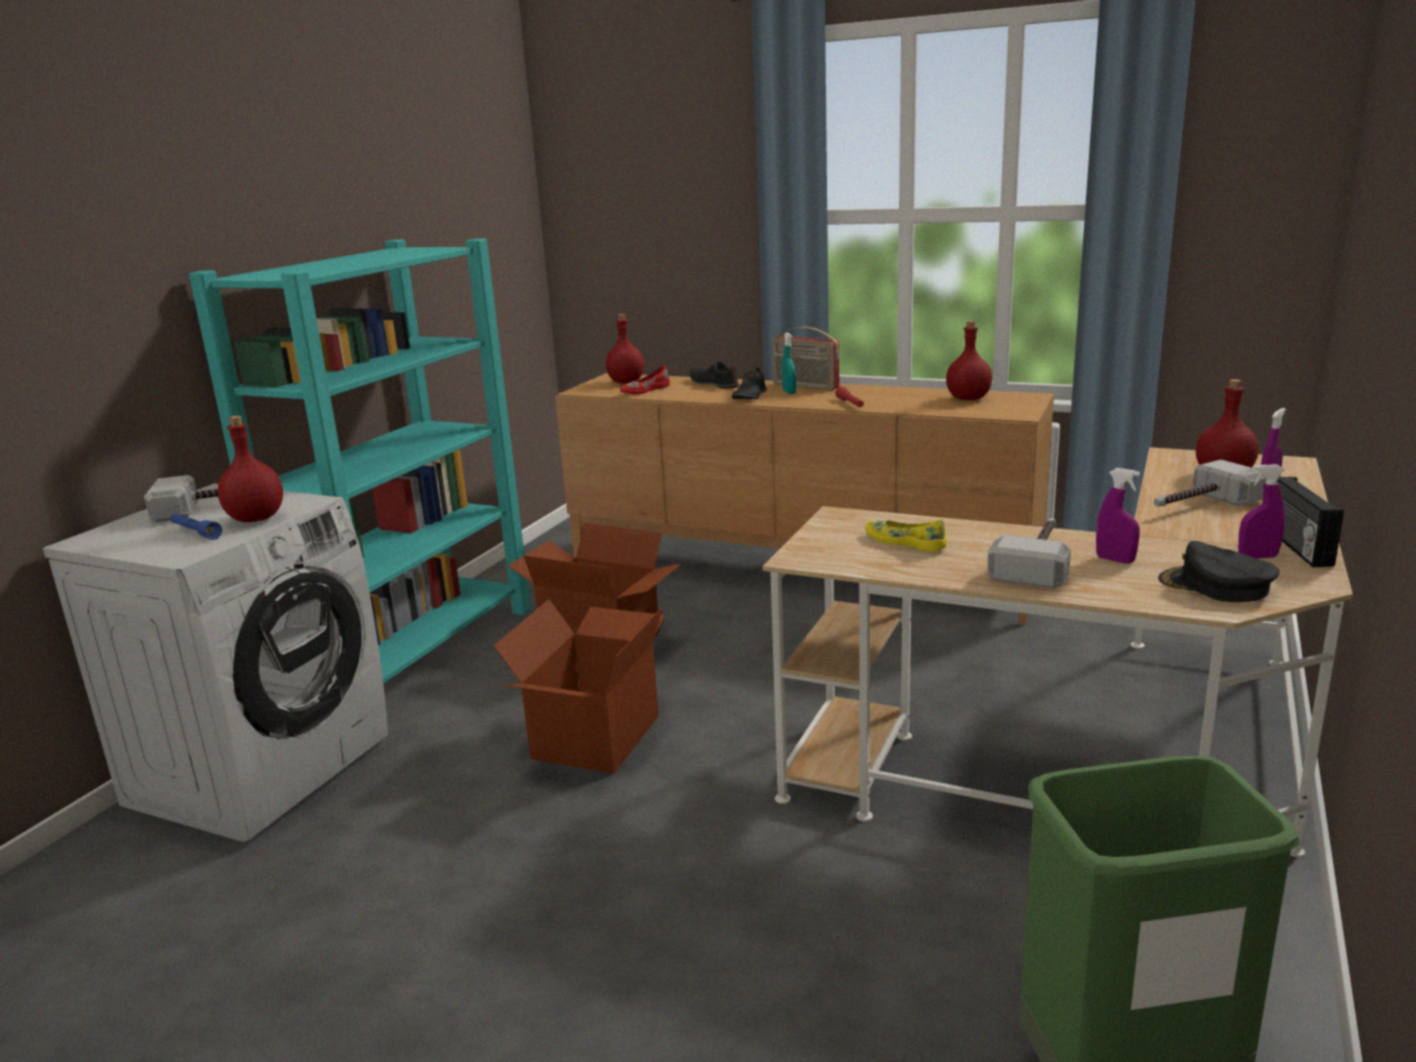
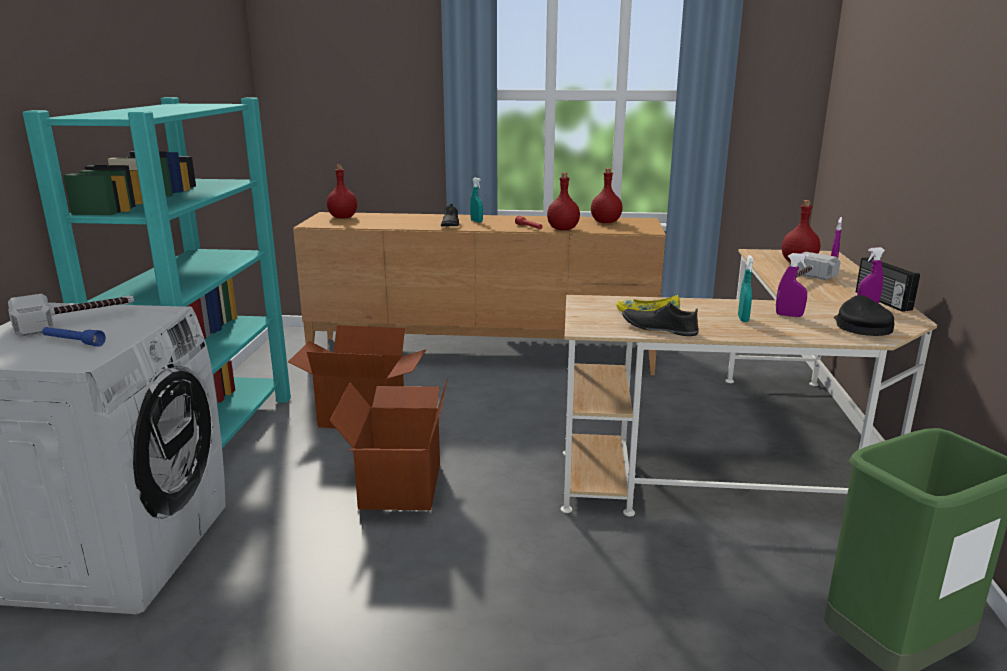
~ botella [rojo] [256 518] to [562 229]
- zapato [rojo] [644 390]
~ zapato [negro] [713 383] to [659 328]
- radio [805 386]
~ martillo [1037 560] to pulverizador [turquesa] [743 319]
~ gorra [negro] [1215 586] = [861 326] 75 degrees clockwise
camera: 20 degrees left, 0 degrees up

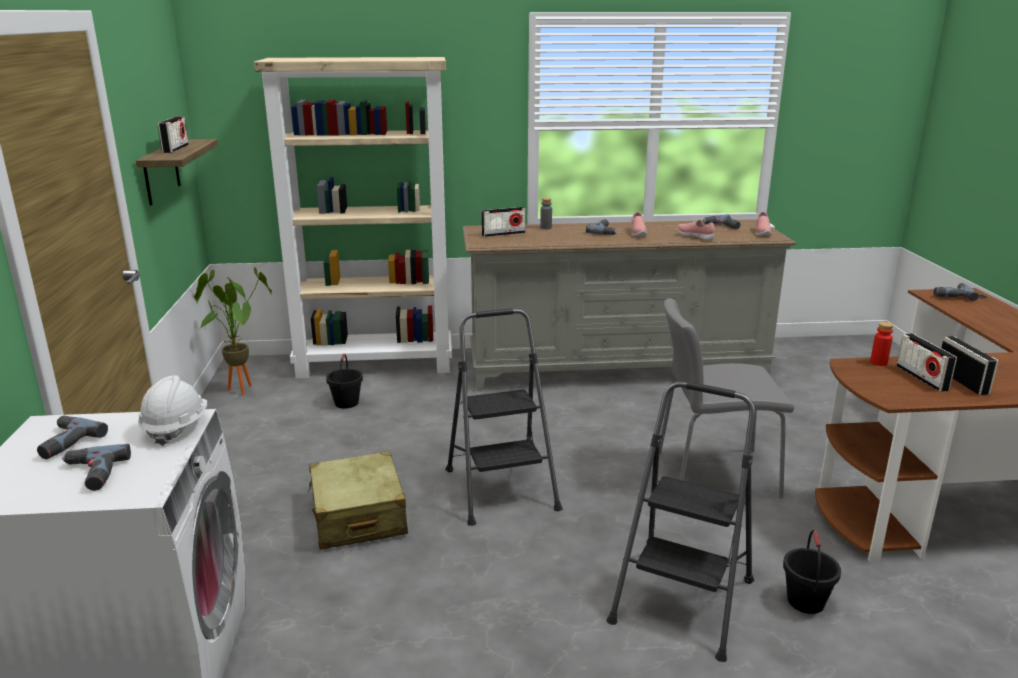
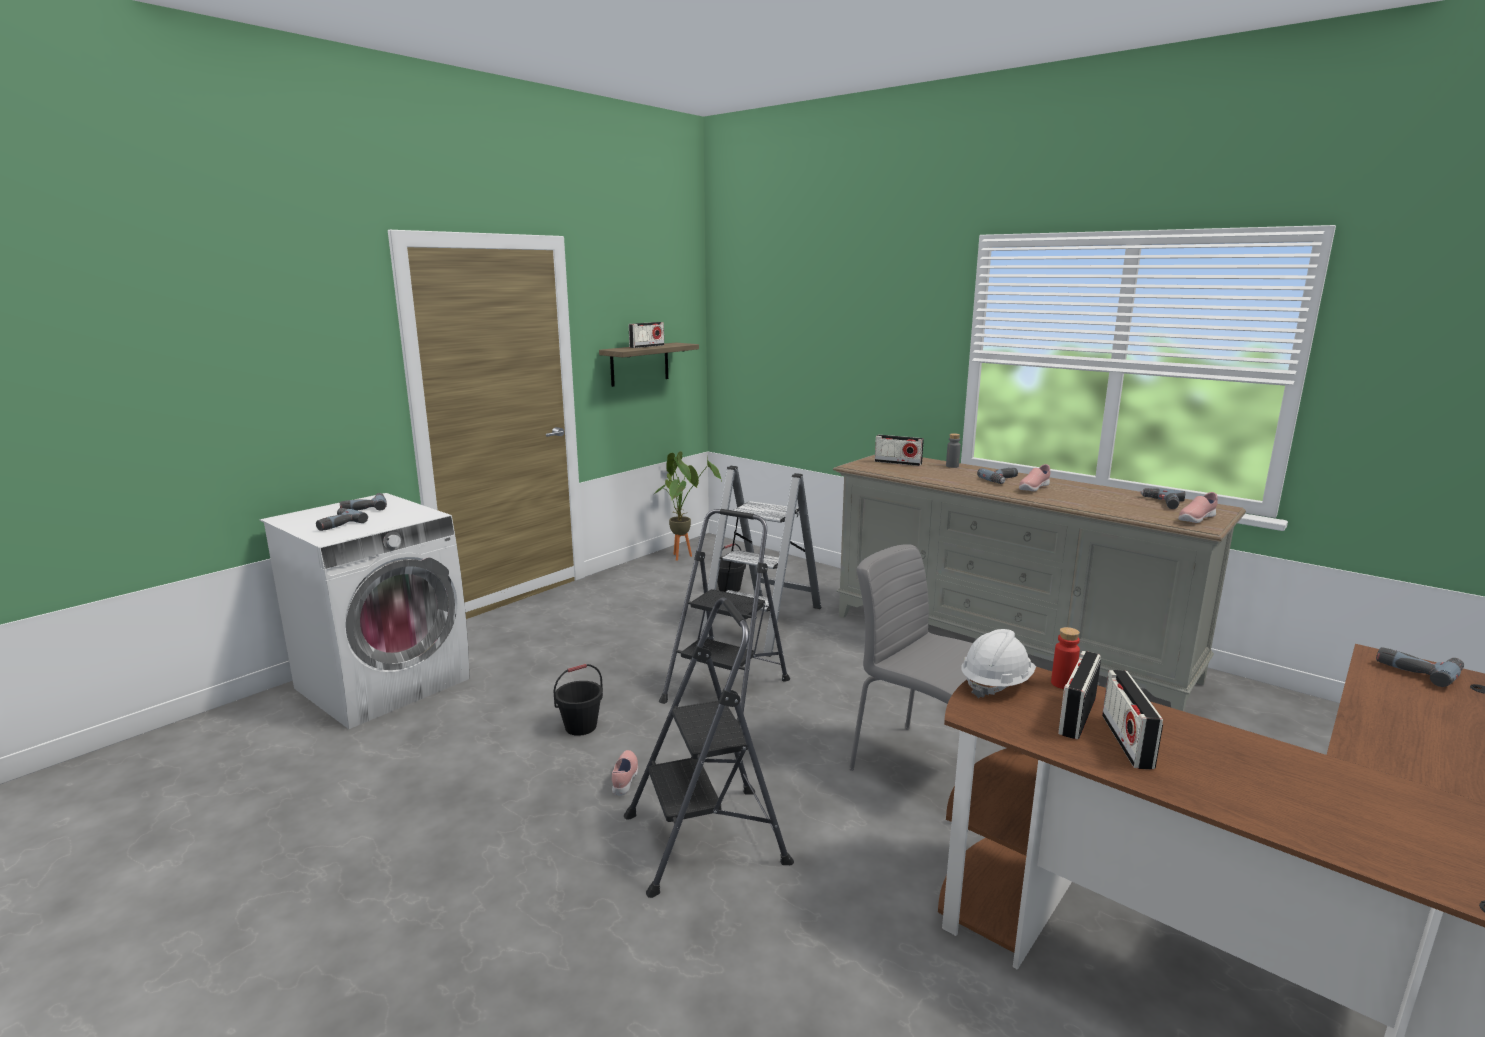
~ casco [blanco] [175 428] to [996 684]
- estantería [beis] [376 364]
- maleta [beis] [358 516]
~ zapato [rosa] [695 237] to [625 779]
~ cubo [negro] [805 601] to [581 726]
~ radio [962 381] = [1126 741] 150 degrees clockwise
+ escalera de tijera [gris] [764 622]
camera: 45 degrees right, 5 degrees down

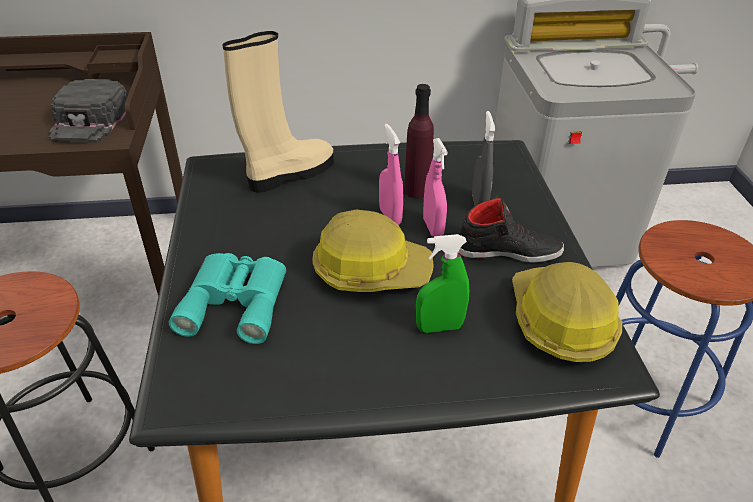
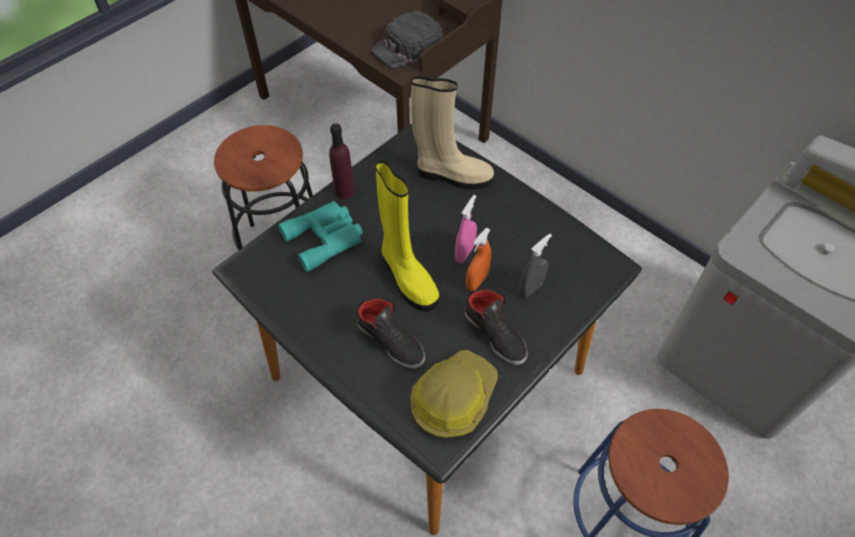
~ casco [371 270] to bota [amarillo] [407 277]
~ botella [morado] [417 191] to [344 191]
~ pulverizador [verde] [439 327] to zapato [negro] [391 341]
~ pulverizador [rosa] [433 228] to pulverizador [naranja] [477 281]
camera: 50 degrees right, 15 degrees up

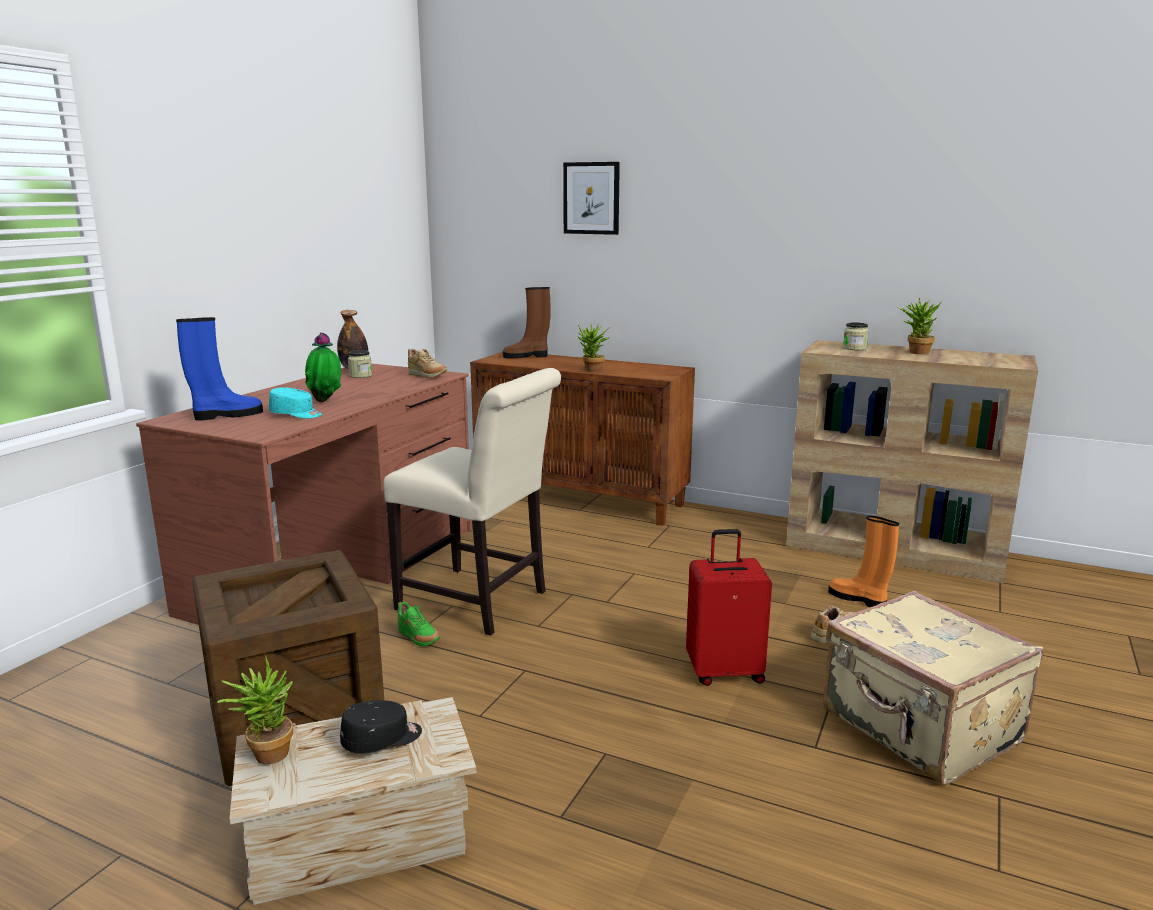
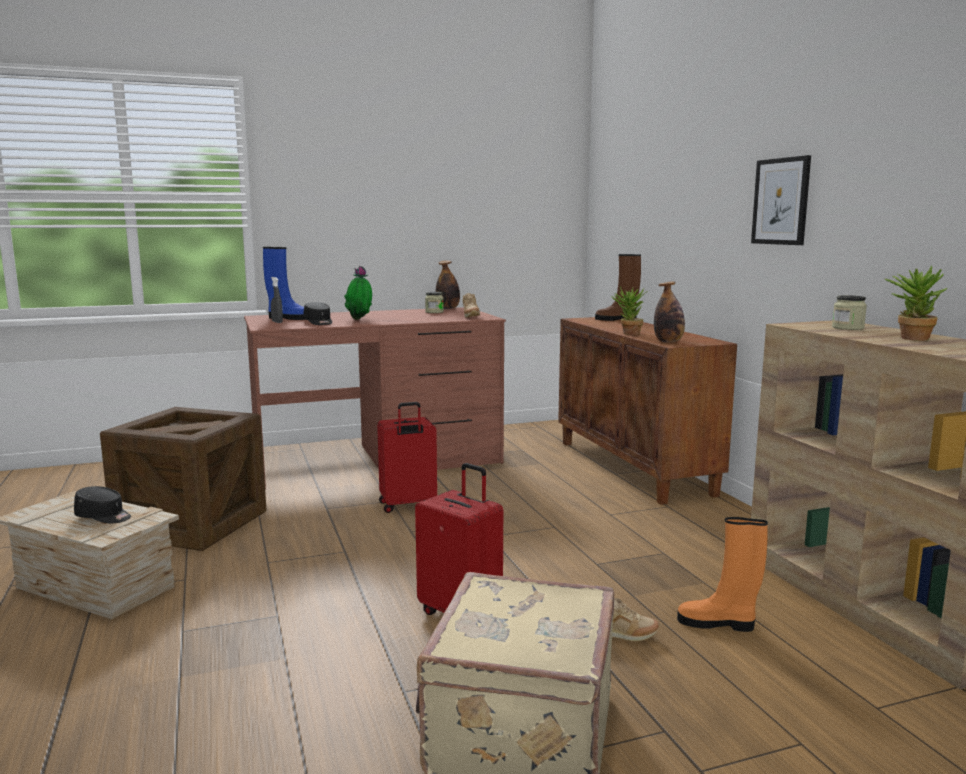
- planta en maceta [265 753]
~ gorra [turquesa] [296 414] to gorra [negro] [318 322]
~ silla [beis] [479 603] to maleta [rojo] [407 505]
- zapato [verde] [418 639]
~ cuadro [591 198] to [781 201]
~ bota [naranja] [858 599] = [718 623] 75 degrees counterclockwise
+ pulverizador [gris] [277 322]
+ botella [668 342]
camera: 45 degrees right, 5 degrees down

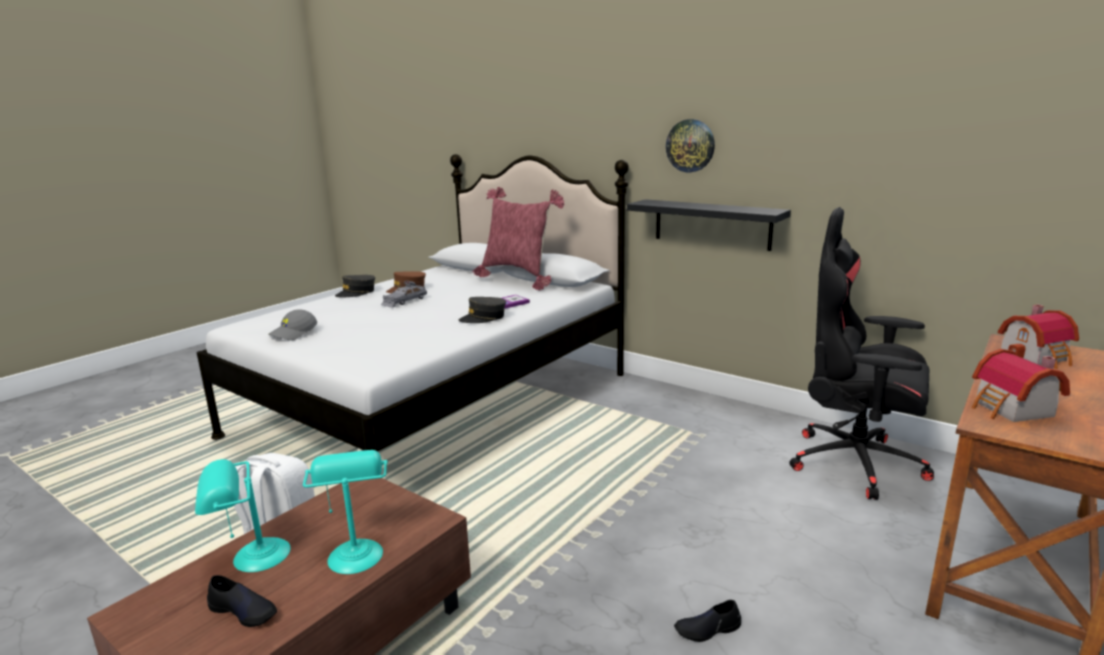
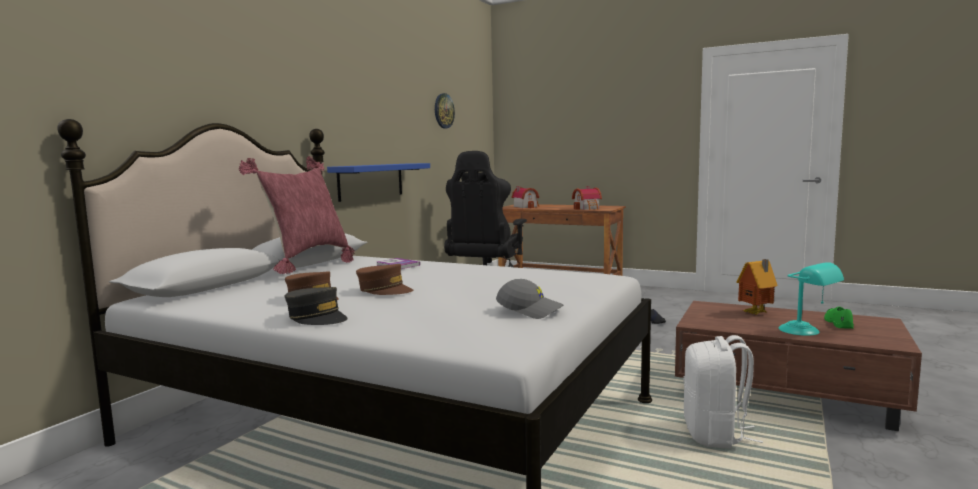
~ zapato [negro] [244 611] to zapato [verde] [838 323]
~ lámpara de mesa [turquesa] [354 549] to casita [756 313]
~ coche de juguete [gris] [404 301] to gorra [marrón] [384 290]
- gorra [gris] [483 318]
~ estante [negro] [712 224] to estante [azul] [371 181]
~ reloj de pared [690 145] to [443 111]
camera: 100 degrees left, 10 degrees down

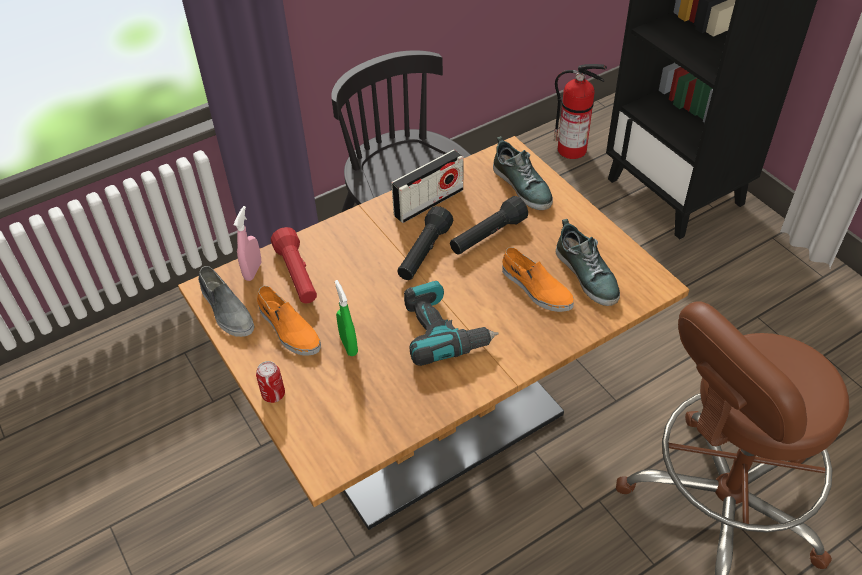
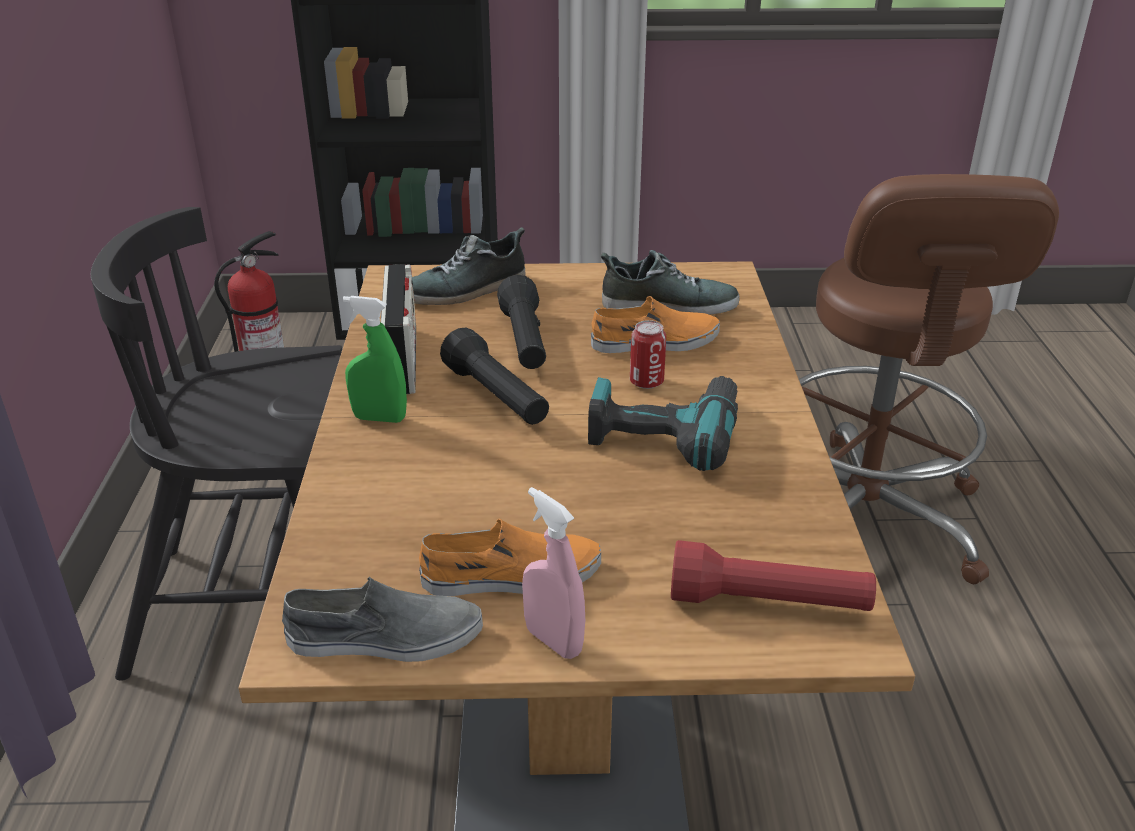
~ pulverizador [rosa] [253 271] to [553 641]
~ lata [273 394] to [646 382]
~ linterna [rojo] [297 275] to [769 603]
~ pulverizador [verde] [348 345] to [379 418]
~ zapato [523 185] = [466 289] 150 degrees clockwise
camera: 60 degrees left, 15 degrees down

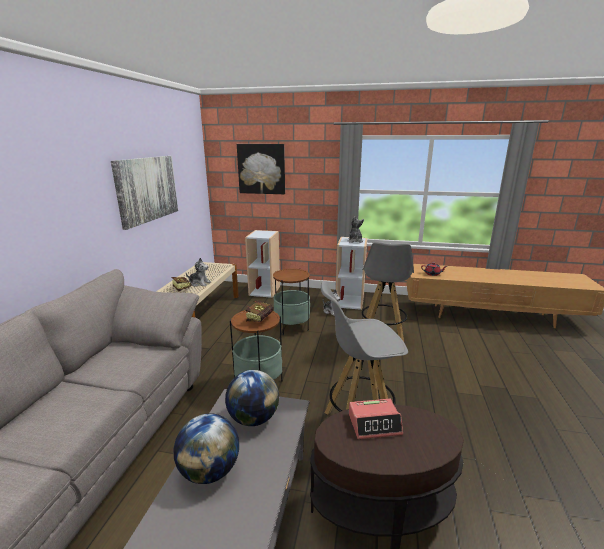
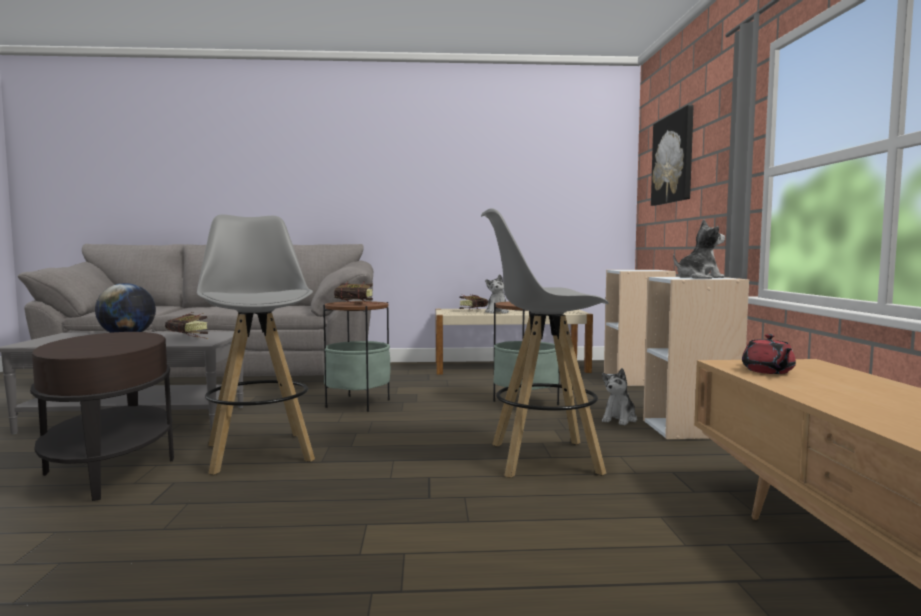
- cuadro [147 189]
~ globo terráqueo [253 418] to libro [189 337]
- despertador [374 424]
camera: 75 degrees right, 15 degrees down

